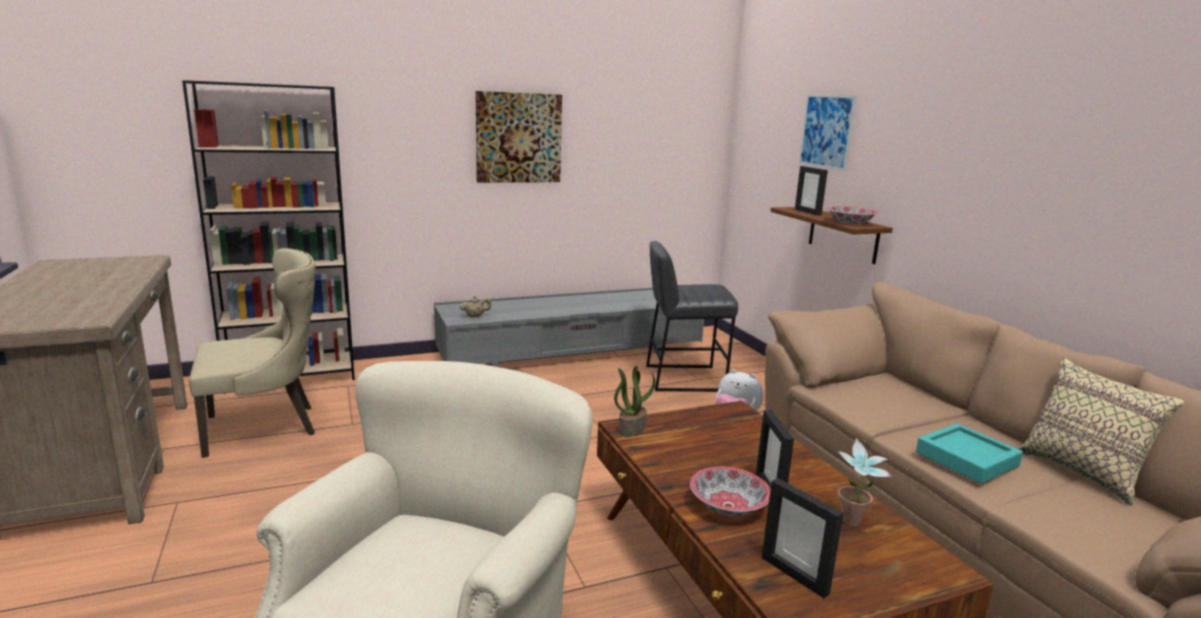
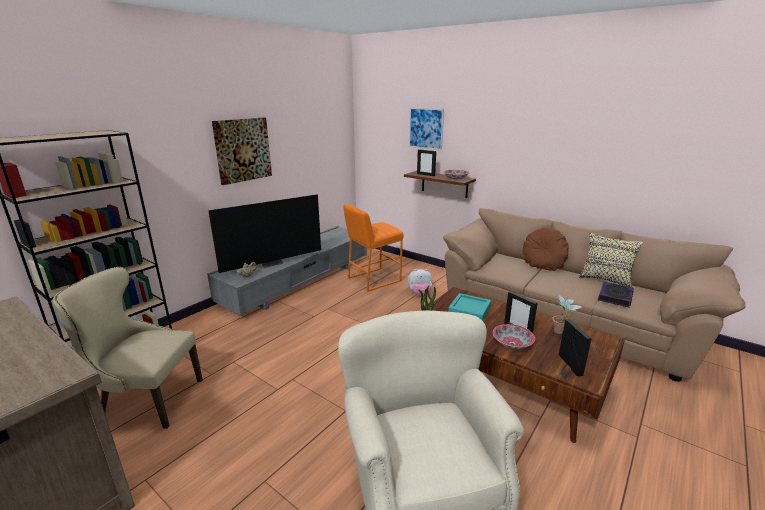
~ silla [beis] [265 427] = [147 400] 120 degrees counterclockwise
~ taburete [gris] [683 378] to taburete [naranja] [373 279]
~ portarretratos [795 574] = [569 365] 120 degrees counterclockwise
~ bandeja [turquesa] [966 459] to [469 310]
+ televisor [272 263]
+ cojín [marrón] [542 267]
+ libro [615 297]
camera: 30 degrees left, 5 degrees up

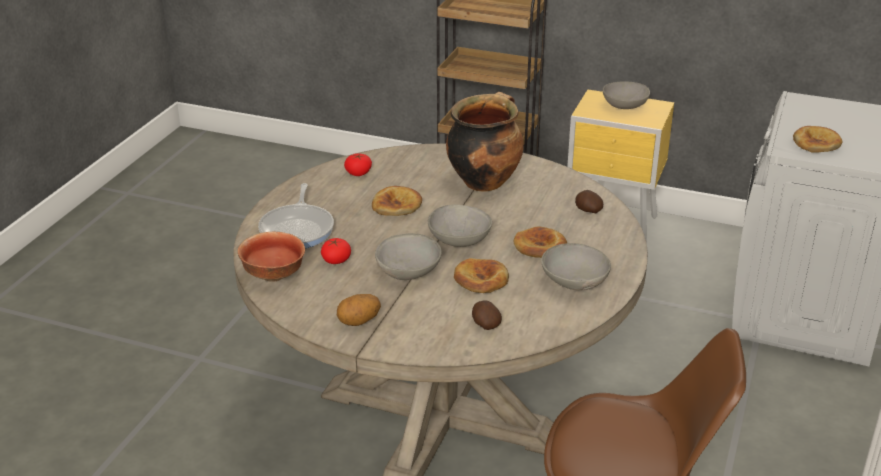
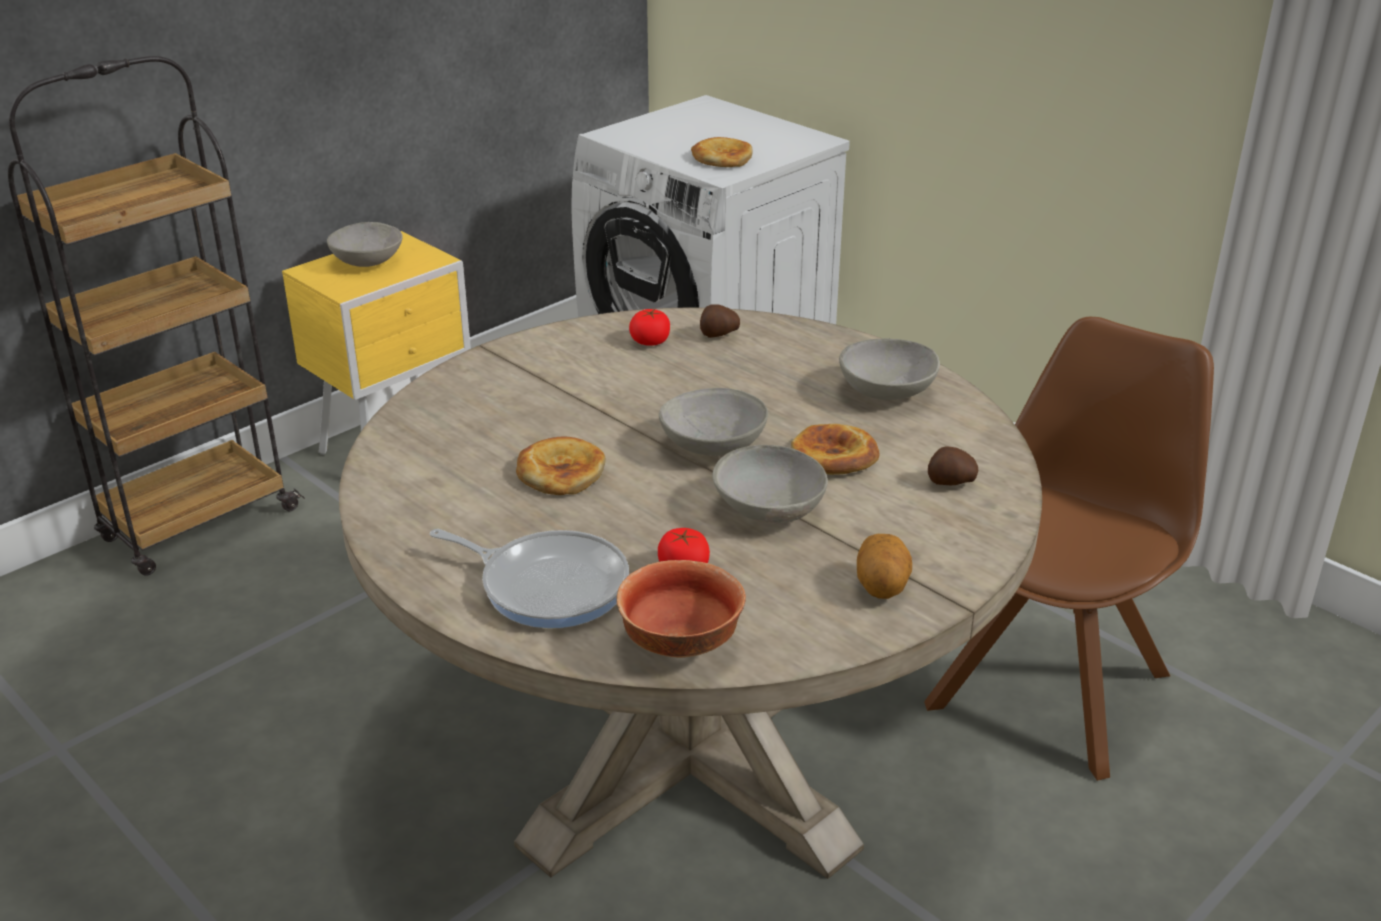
~ tomate [358 173] to [650 341]
- olla [484 181]
- pan [540 246]
camera: 65 degrees left, 0 degrees up

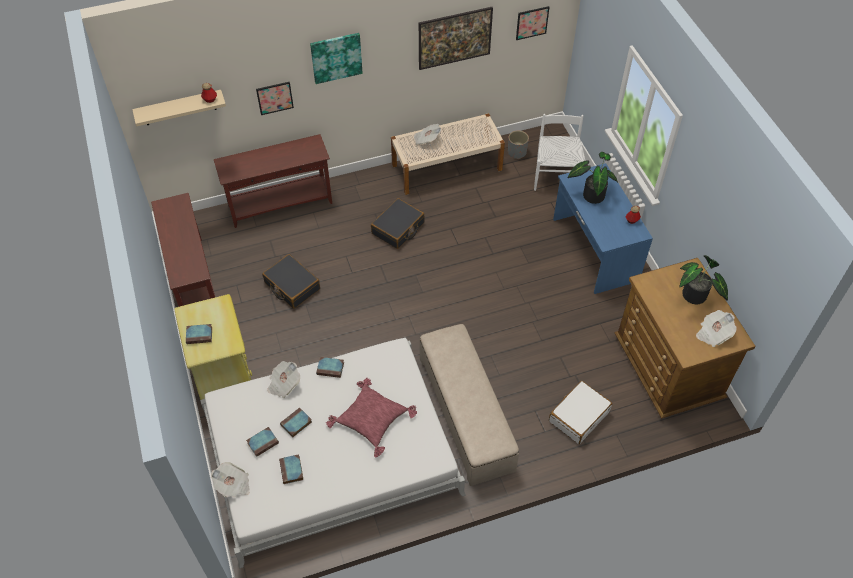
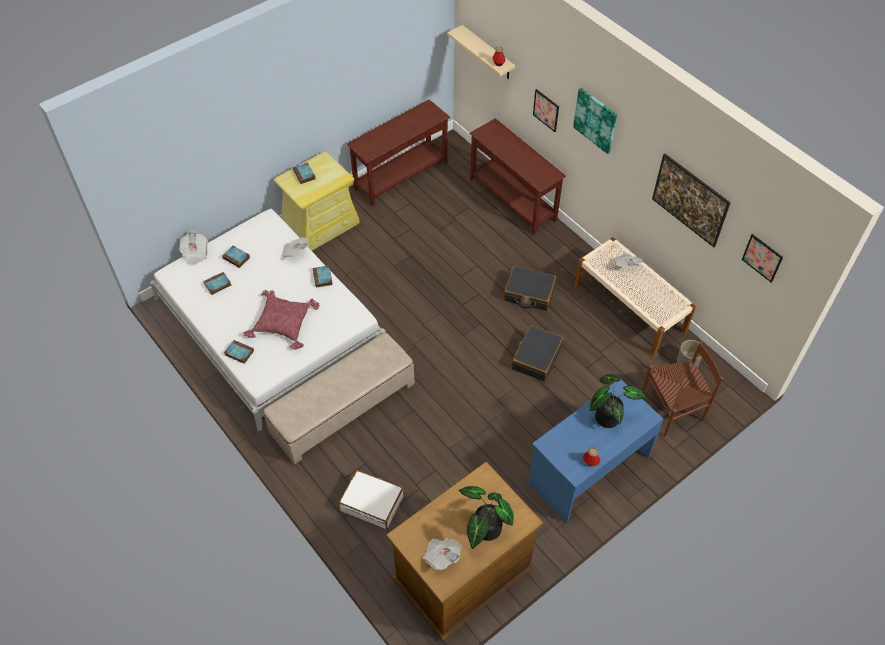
~ maleta [negro] [292 286] to [536 357]
~ libro [296 424] to [238 353]
~ silla [blanco] [556 176] to silla [marrón] [673 408]
camera: 70 degrees right, 0 degrees up

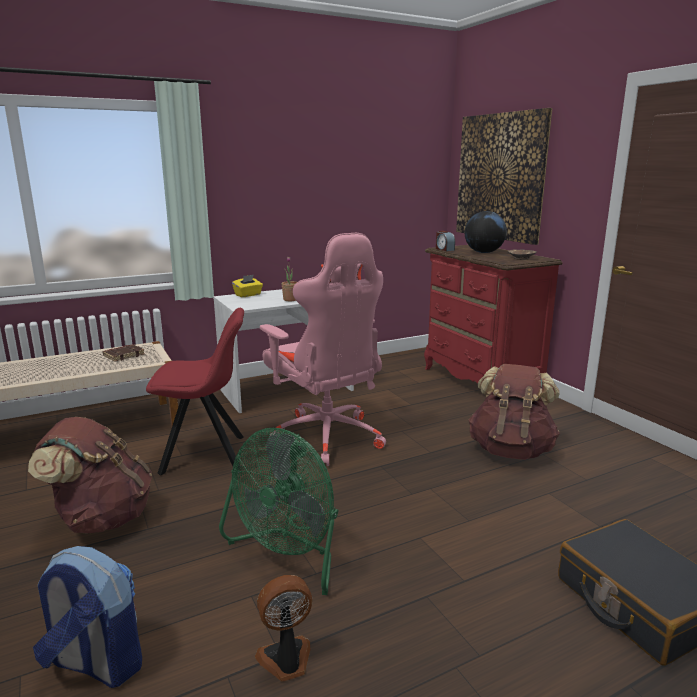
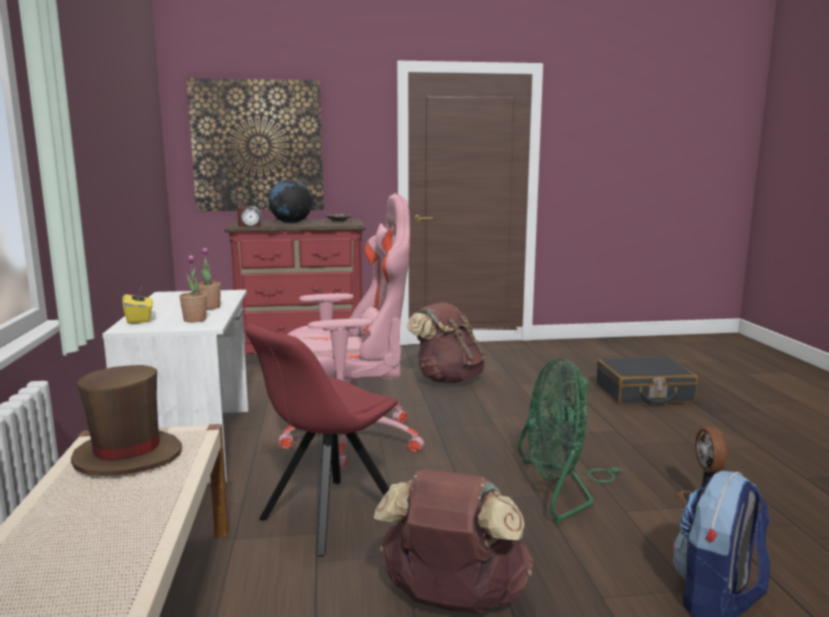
~ libro [marrón] [124 355] to sombrero [marrón] [127 456]
~ silla [rojo] [204 454] = [329 516] 150 degrees counterclockwise
~ ventilador [verde] [288 551] = [563 487] 120 degrees clockwise
+ planta en maceta [195 320]
camera: 70 degrees left, 5 degrees down

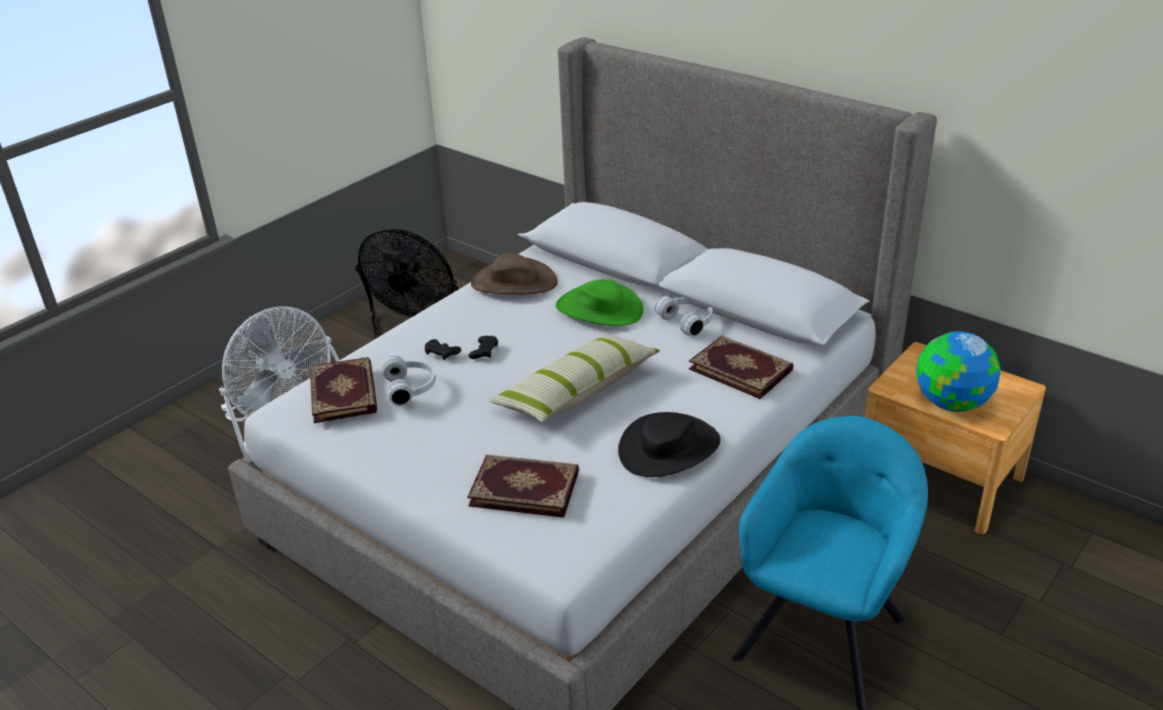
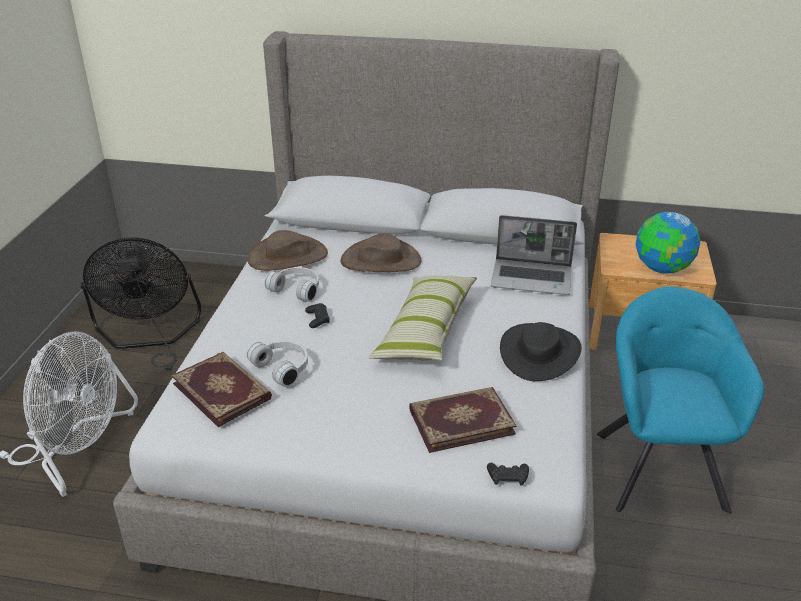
~ mando de consola [negro] [442 353] to [508 476]
~ sombrero [verde] [599 309] to sombrero [marrón] [381 260]
~ auriculares [blanco] [688 321] to [297 289]
~ libro [741 369] to portátil [532 278]
camera: 30 degrees left, 0 degrees up

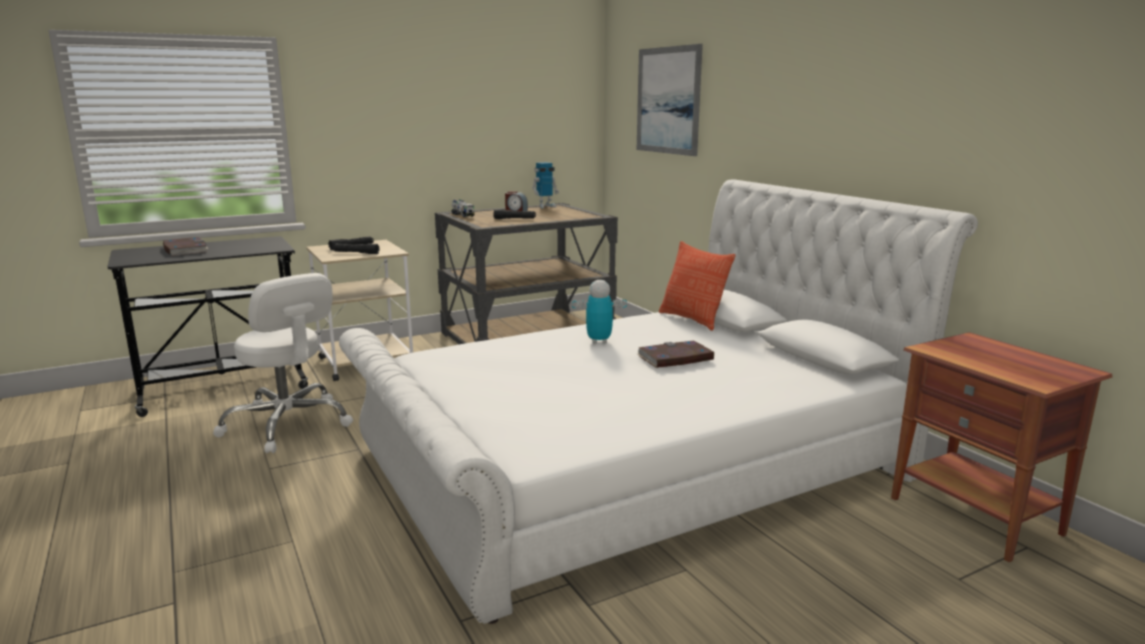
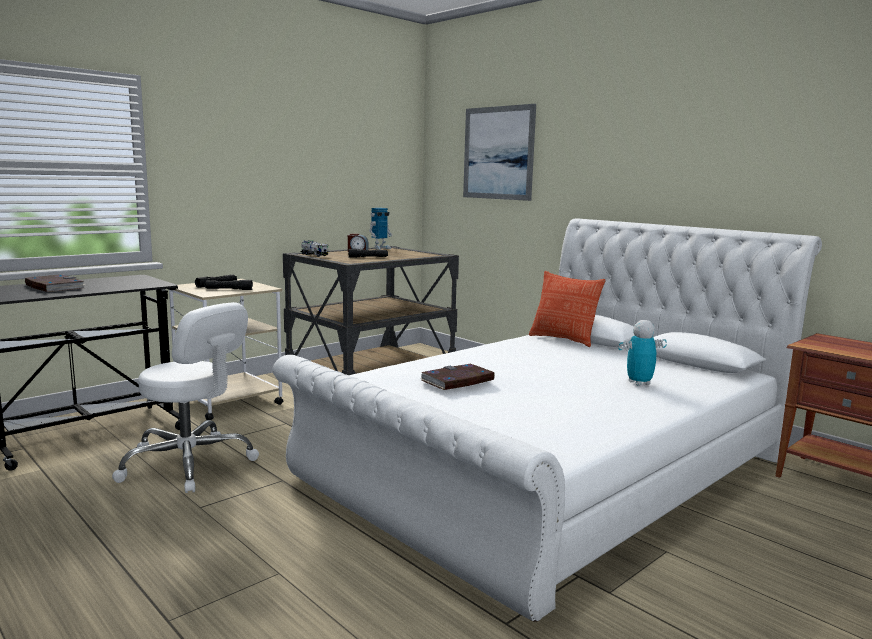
~ robot de juguete [598 341] to [639 383]
~ libro [675 358] to [457 380]
camera: 15 degrees left, 5 degrees down

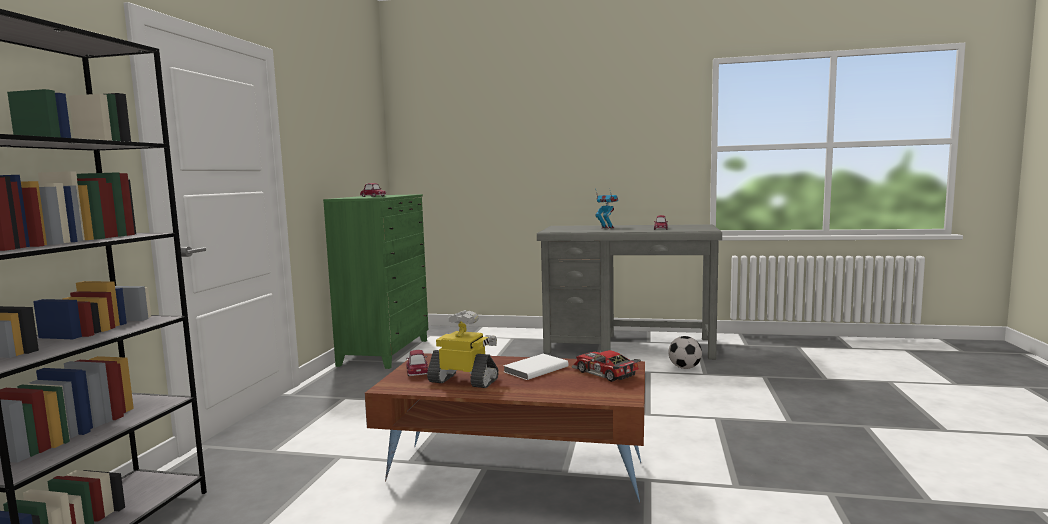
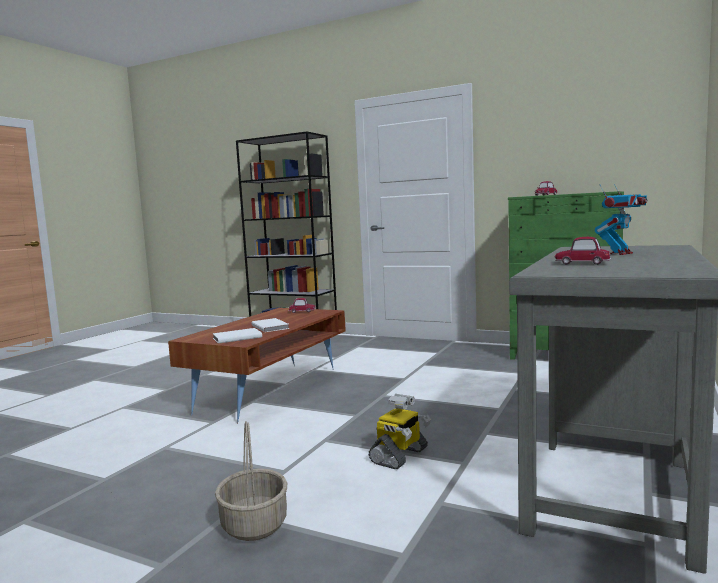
~ robot de juguete [464 381] to [400 456]
~ coche de juguete [604 373] to libro [blanco] [236 337]
- balón de fútbol [685 368]
+ cesta [253 524]
camera: 105 degrees right, 0 degrees up

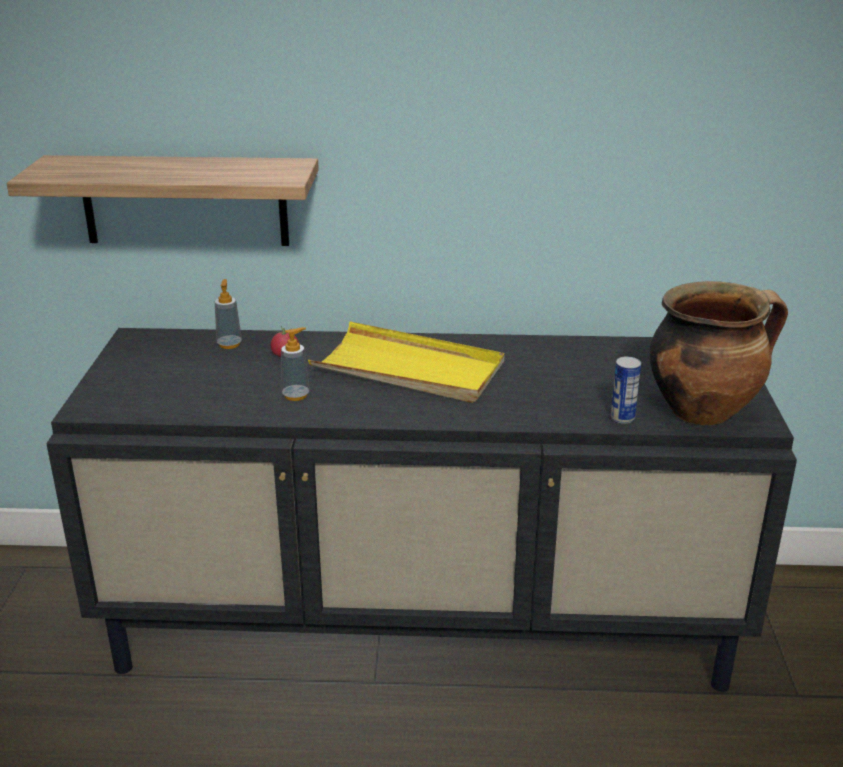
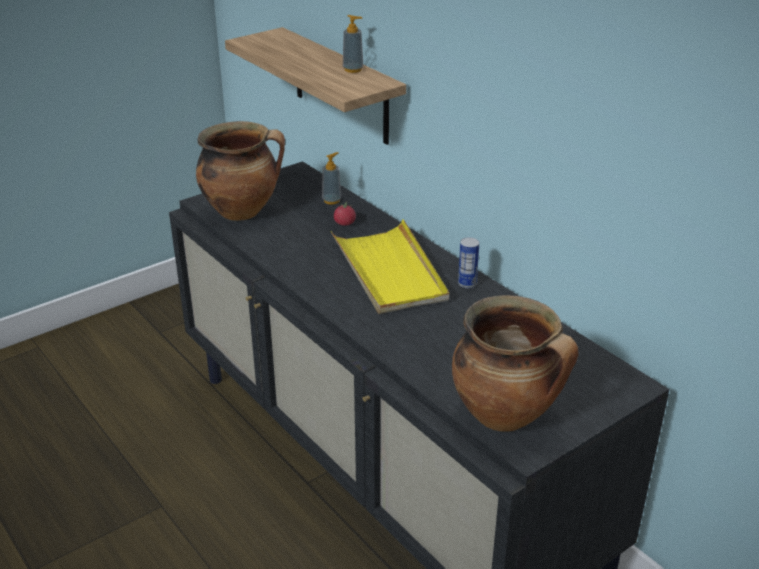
~ dispensador de jabón [296 395] to [353 69]
~ lata [622 418] to [467 284]
+ olla [243 211]
camera: 50 degrees right, 5 degrees up

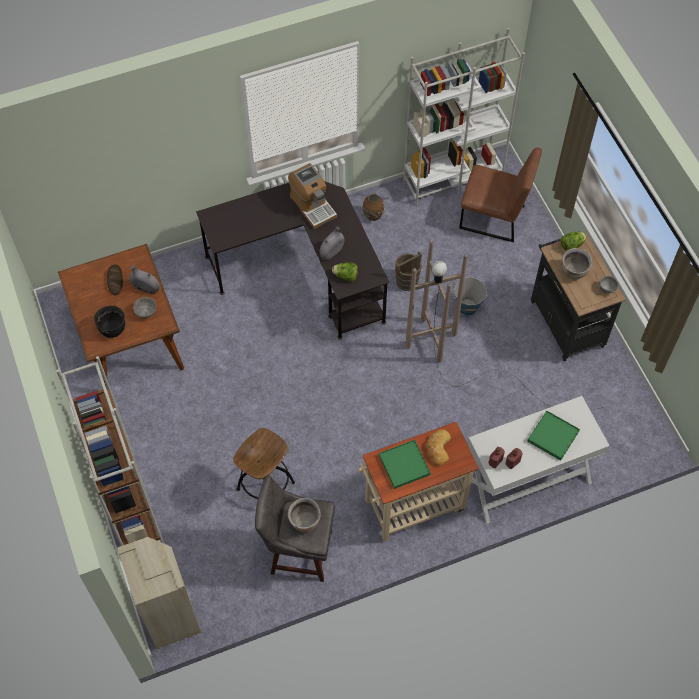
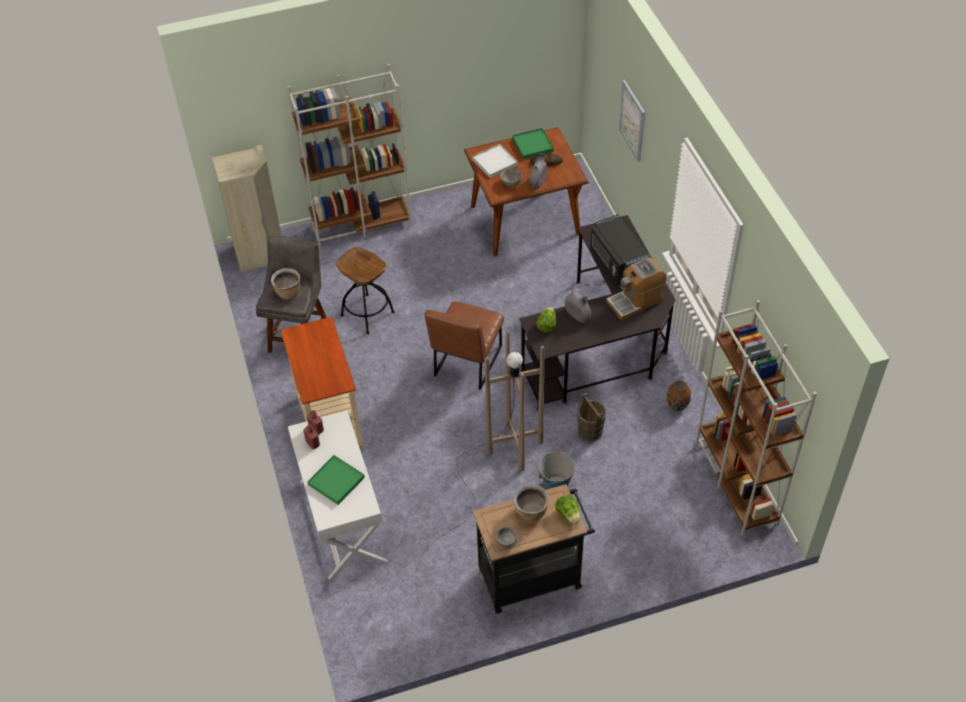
~ olla [negro] [112 329] to bandeja [blanco] [494 162]
~ bandeja [verde] [404 465] to [532 145]
~ estantería [blanco] [453 178] to estantería [marrón] [735 484]
- pan [438 448]
~ silla [marrón] [494 218] to [466 362]
+ microondas [negro] [617 263]
+ cuadro [632 120]
camera: 95 degrees right, 10 degrees down

